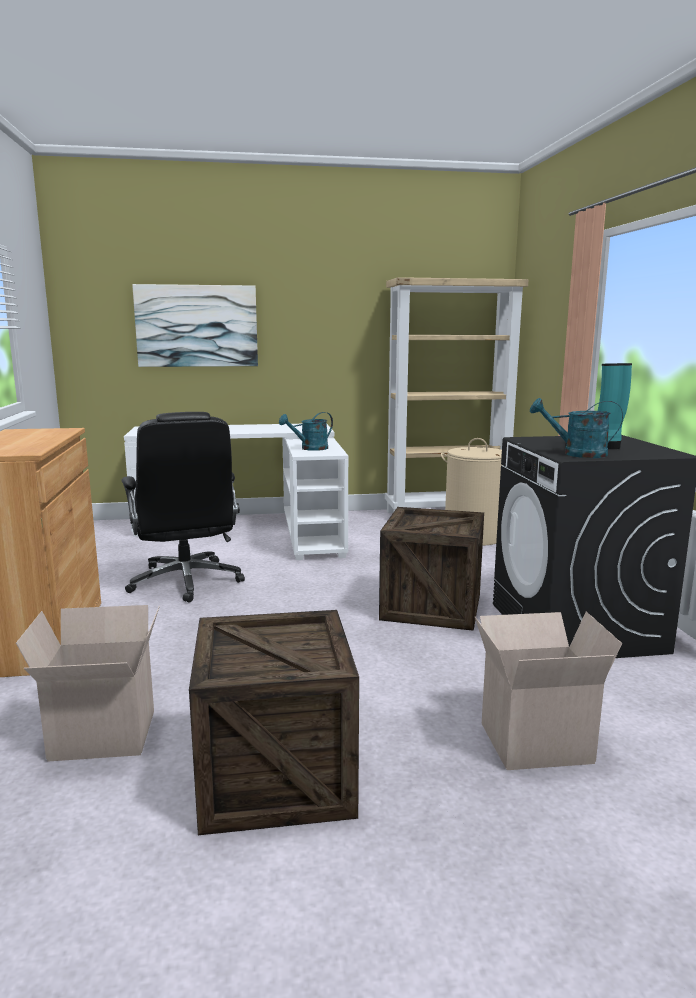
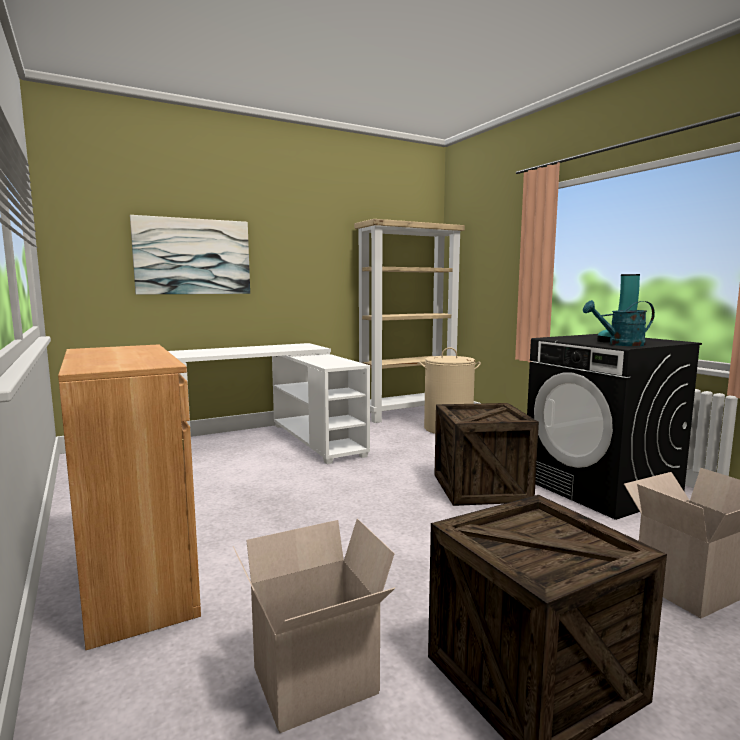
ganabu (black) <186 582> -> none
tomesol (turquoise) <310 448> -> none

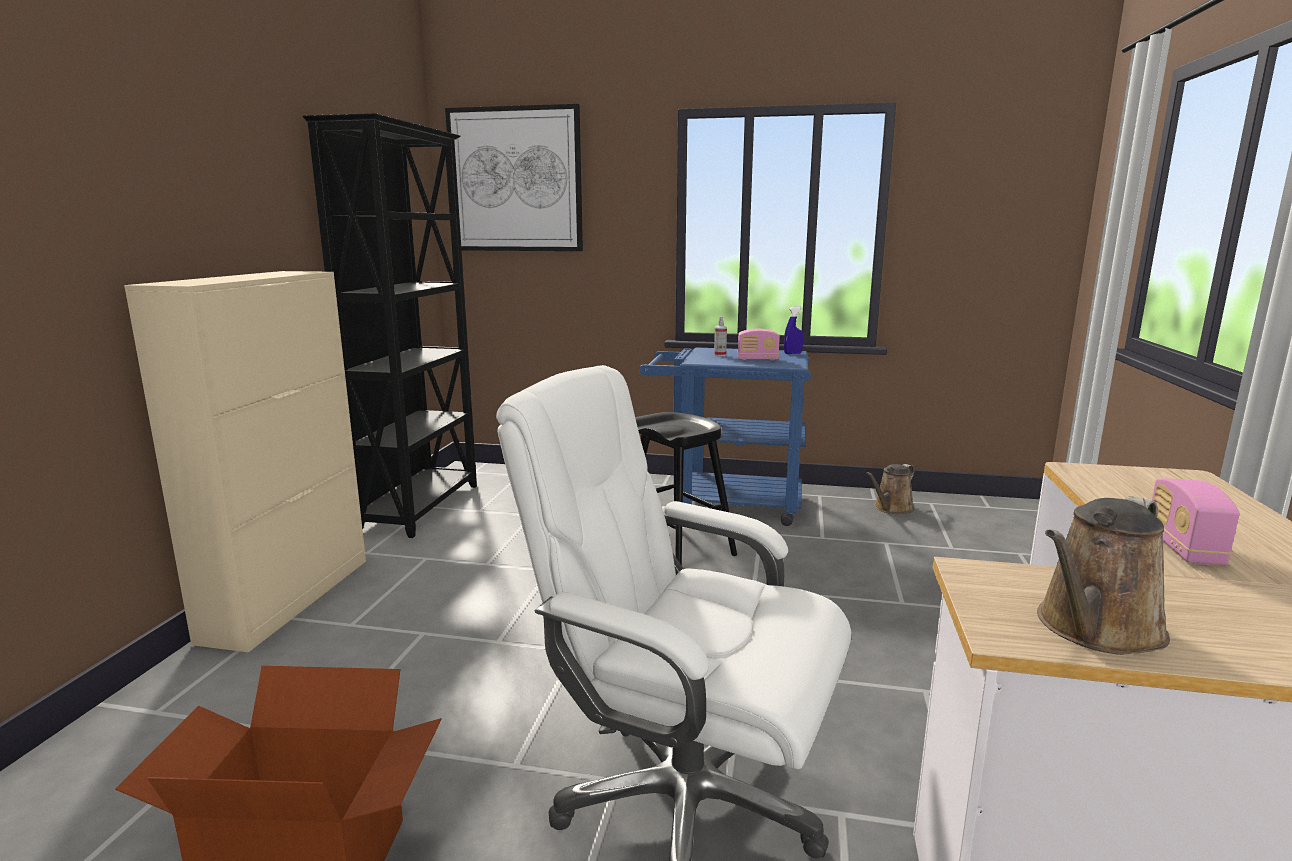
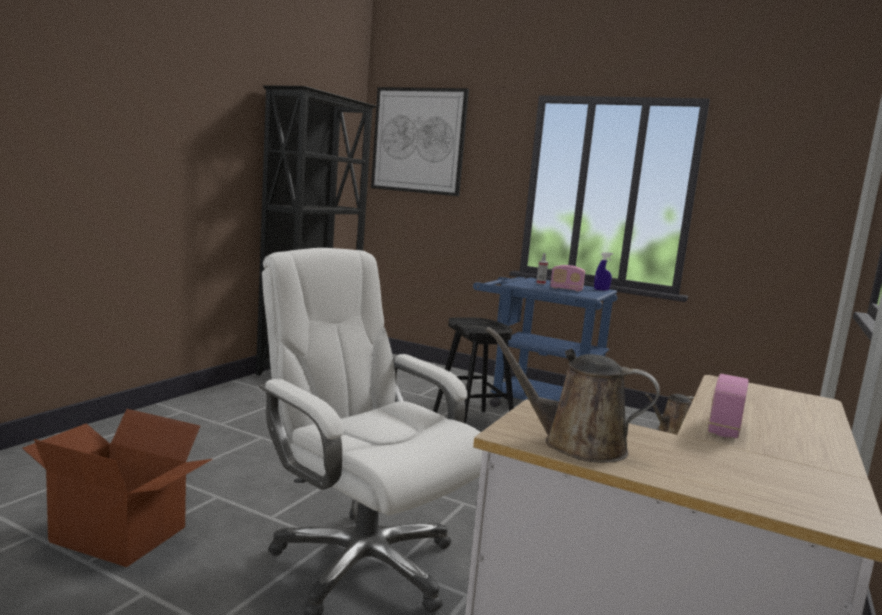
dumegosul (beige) <289 598> -> none
tomesol (brown) <1095 630> -> tomesol (brown) <575 444>, 45 degrees clockwise

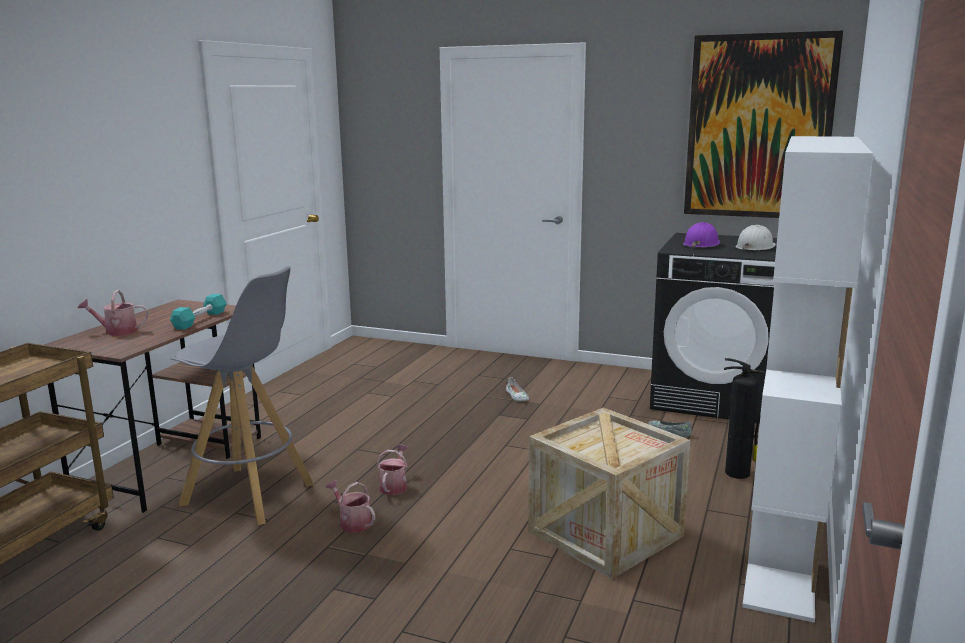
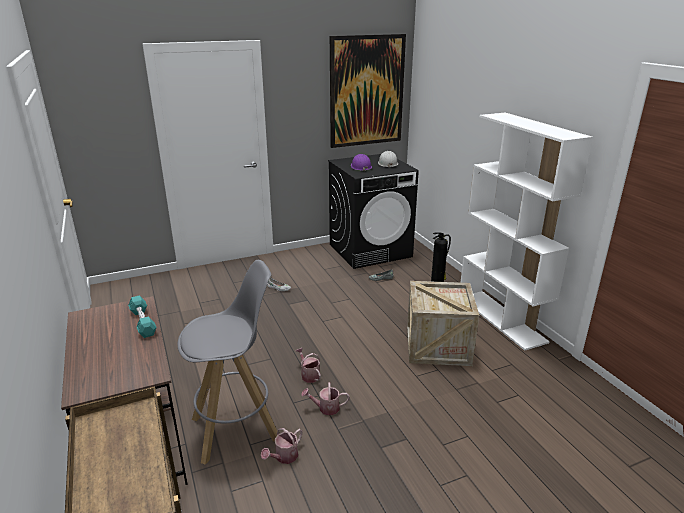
tomesol <117 331> -> tomesol <284 457>, shifted

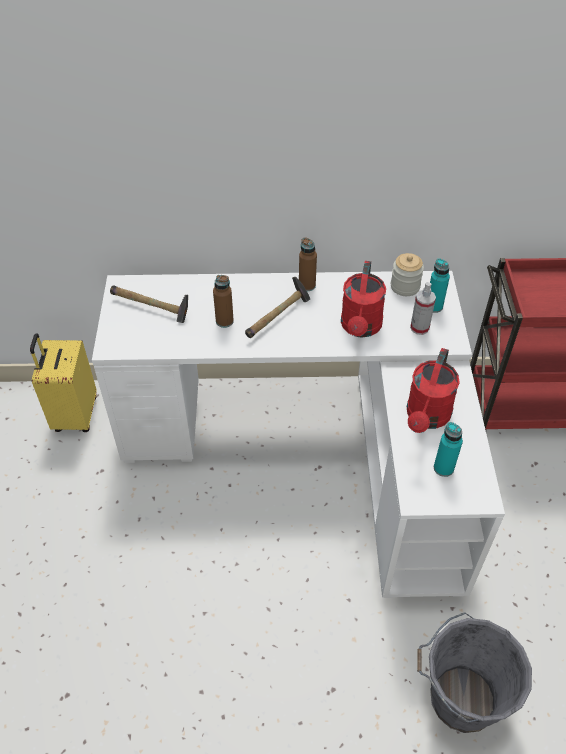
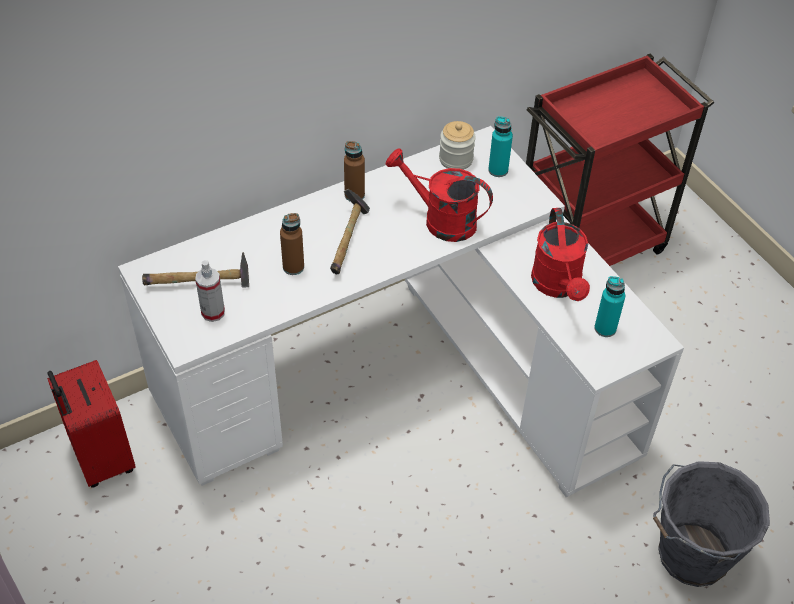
tomesol (red) <360 328> -> tomesol (red) <441 220>, 135 degrees clockwise
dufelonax <419 328> -> dufelonax <213 312>, shifted
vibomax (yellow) <74 415> -> vibomax (red) <101 459>

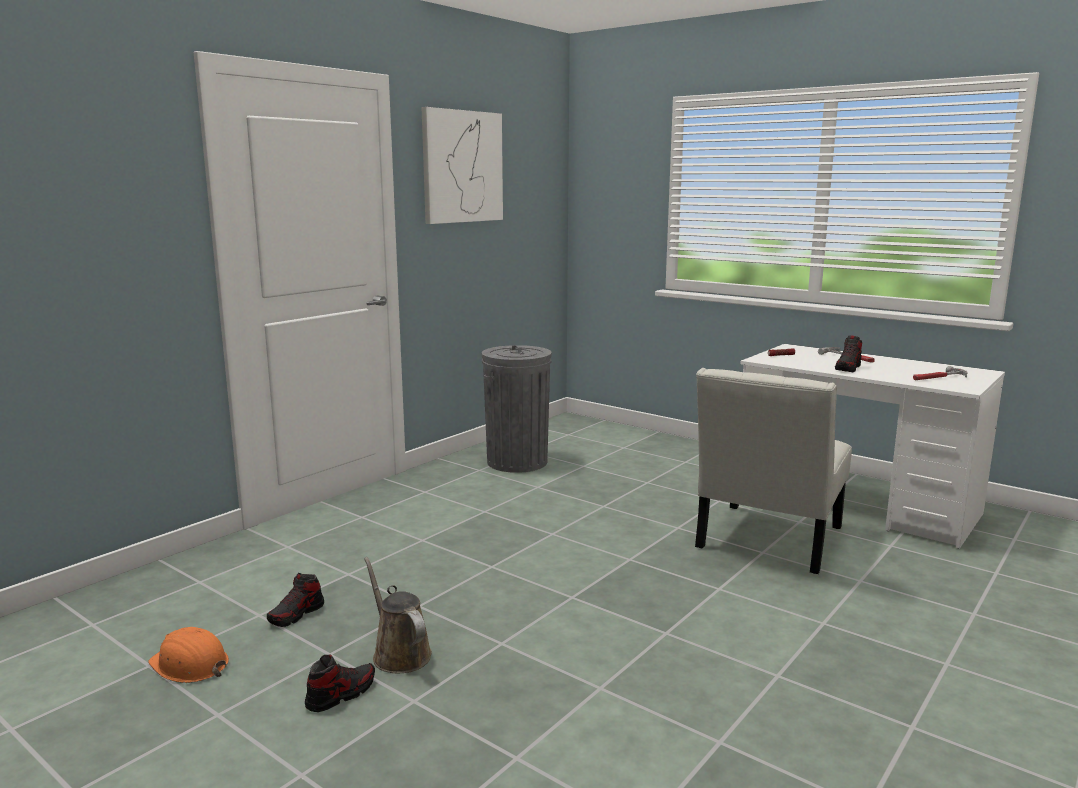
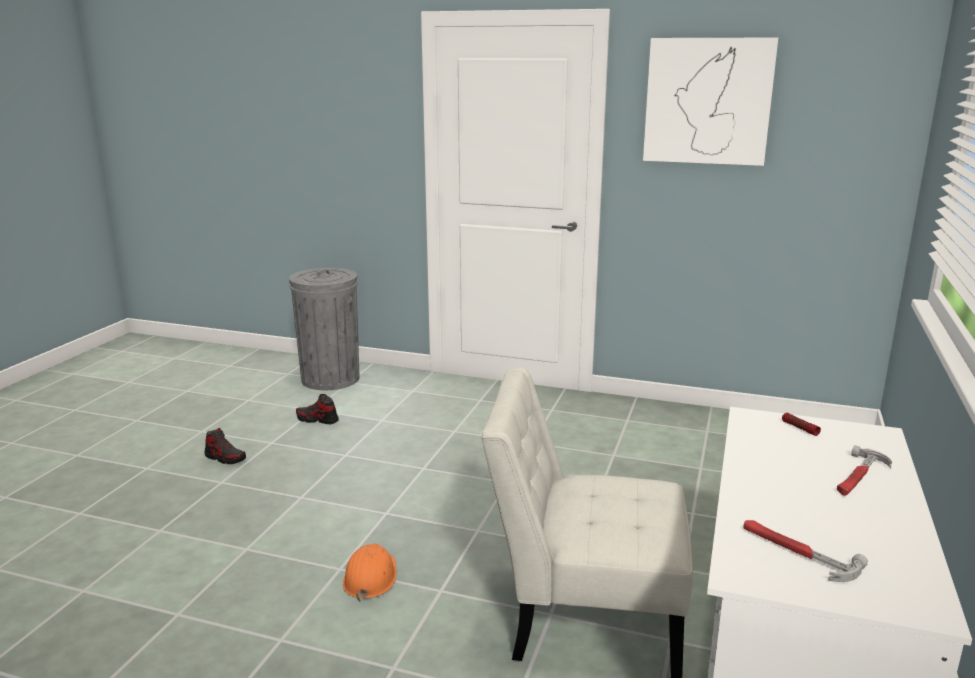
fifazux <848 368> -> none
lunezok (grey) <517 462> -> lunezok (grey) <330 379>, shifted
tomesol (brown) <399 653> -> none
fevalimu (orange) <189 665> -> fevalimu (orange) <370 578>, shifted

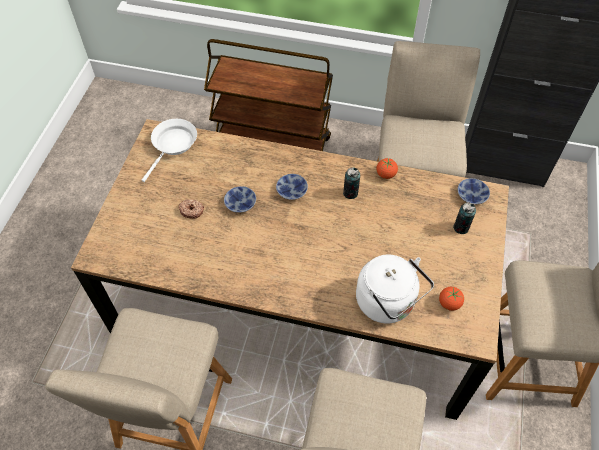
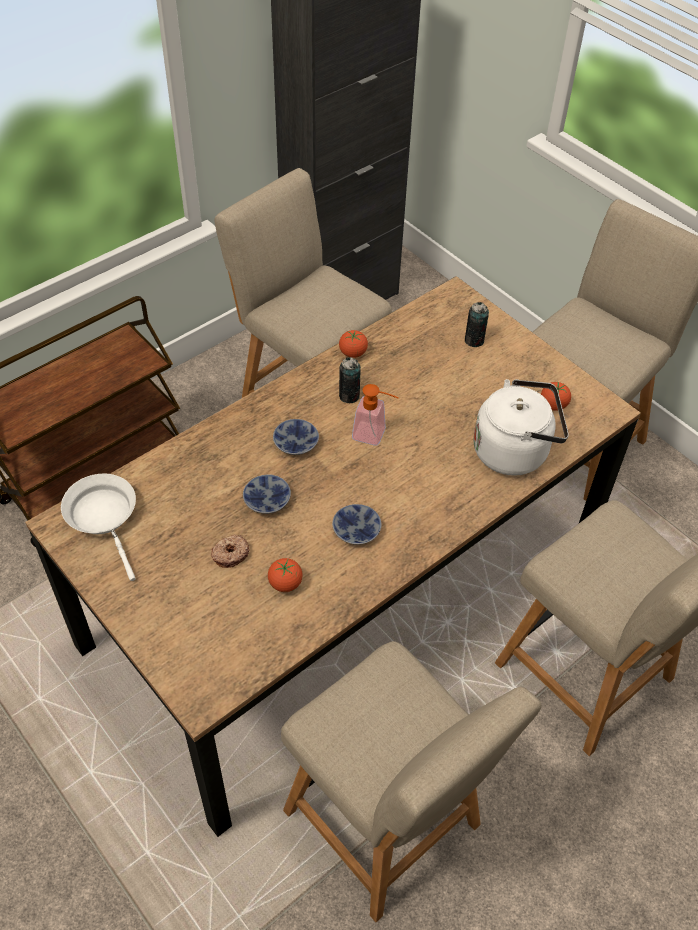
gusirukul <470 195> -> gusirukul <355 531>, shifted
none -> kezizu <374 435>
none -> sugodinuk <285 583>

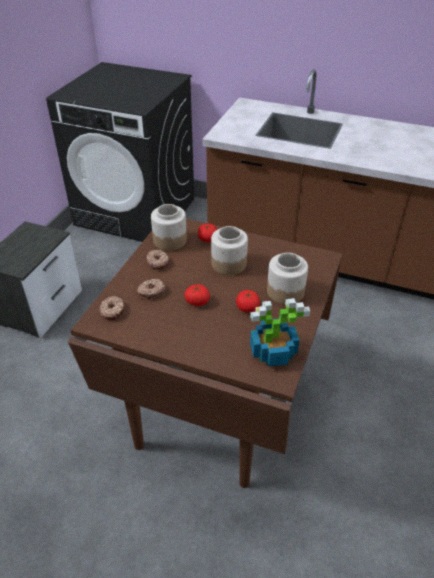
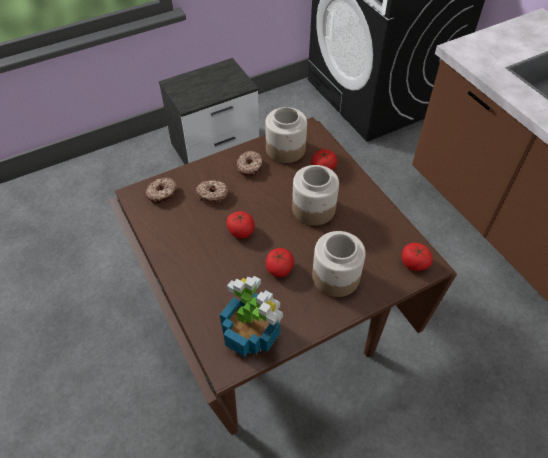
none -> sugodinuk <414 263>

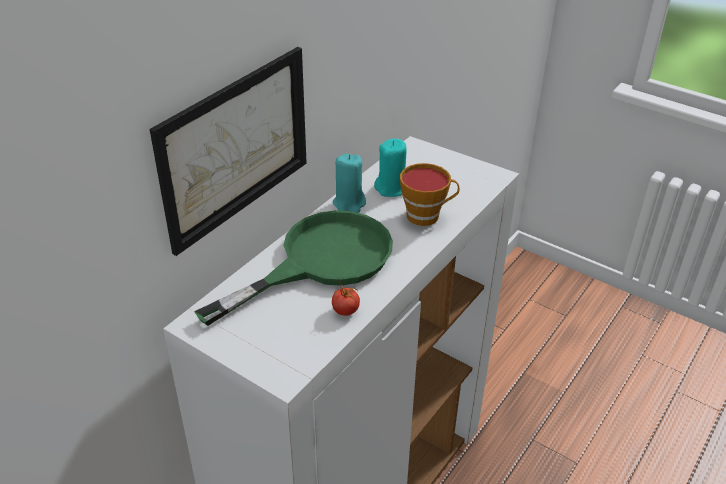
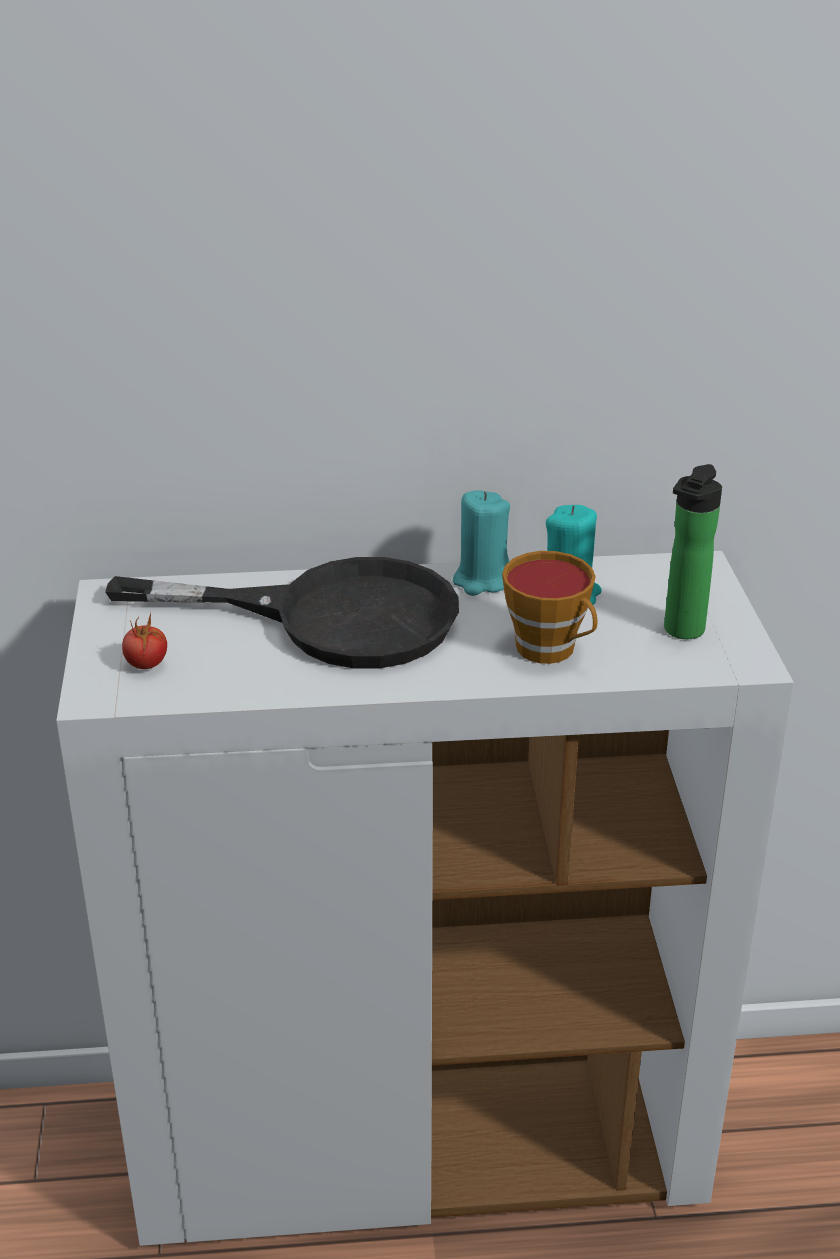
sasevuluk <236 147> -> none
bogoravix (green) <320 261> -> bogoravix (black) <332 617>
sugodinuk <345 311> -> sugodinuk <146 664>, shifted
none -> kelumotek <681 632>

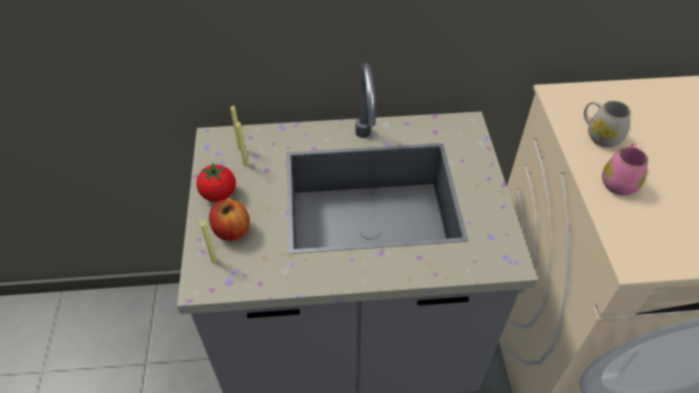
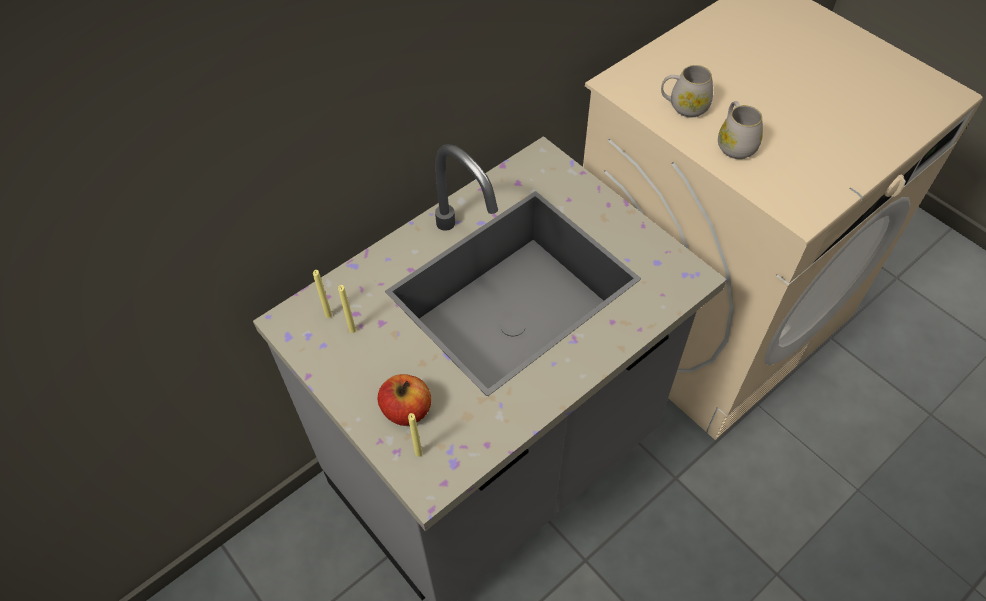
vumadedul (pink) <619 180> -> vumadedul (white) <734 144>
sugodinuk <219 194> -> none

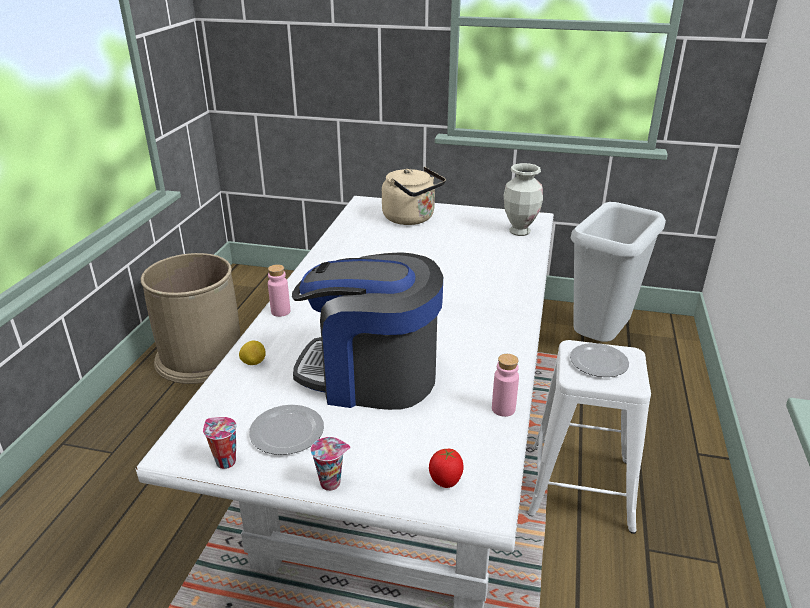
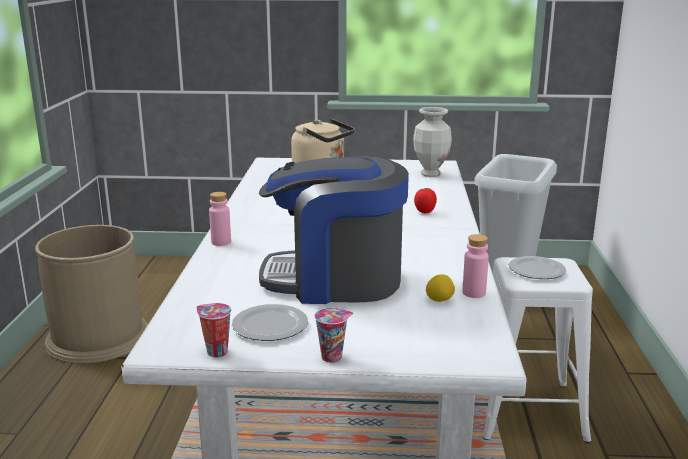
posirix <253 363> -> posirix <439 300>, shifted
sugodinuk <445 482> -> sugodinuk <425 212>, shifted

